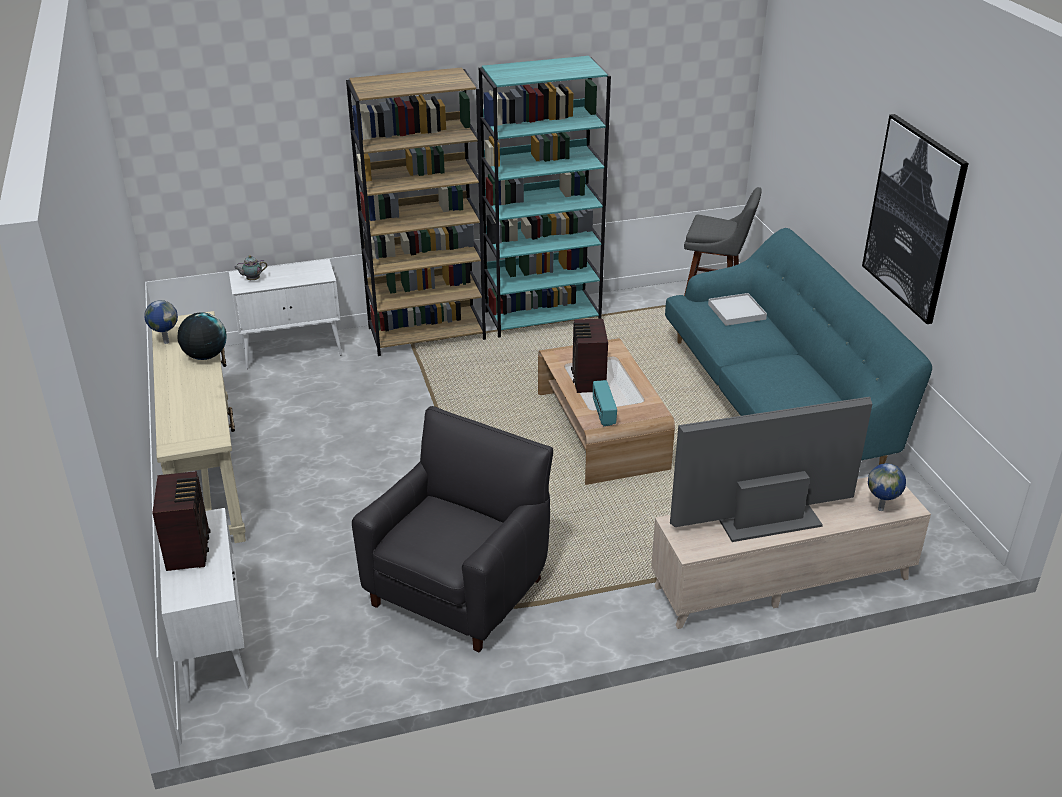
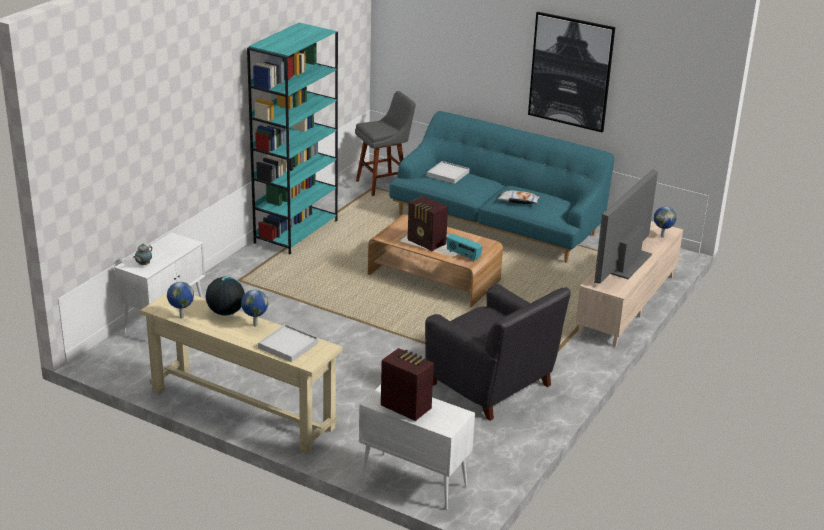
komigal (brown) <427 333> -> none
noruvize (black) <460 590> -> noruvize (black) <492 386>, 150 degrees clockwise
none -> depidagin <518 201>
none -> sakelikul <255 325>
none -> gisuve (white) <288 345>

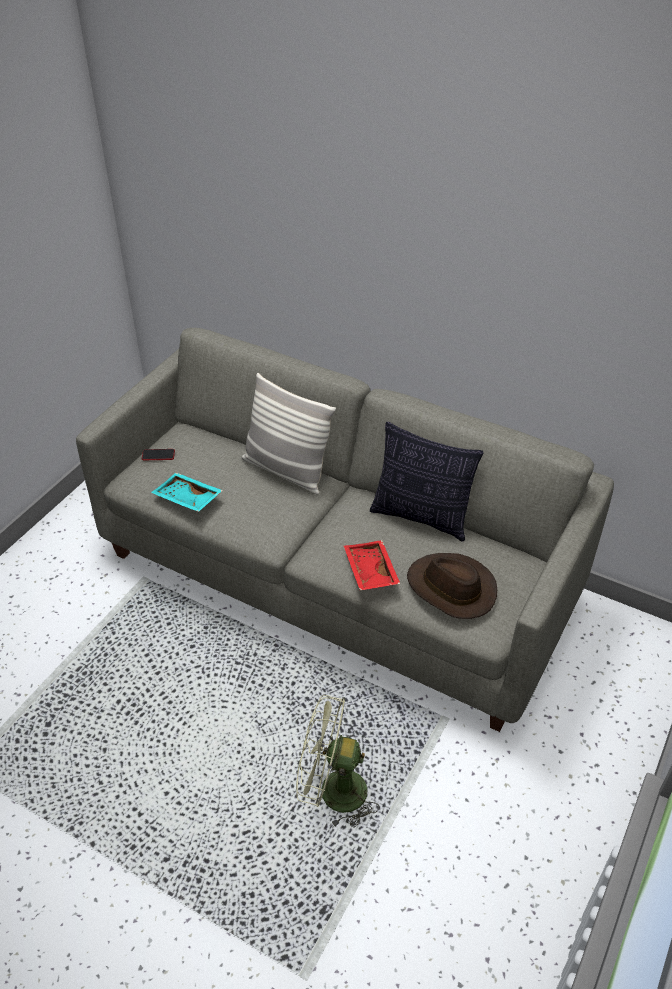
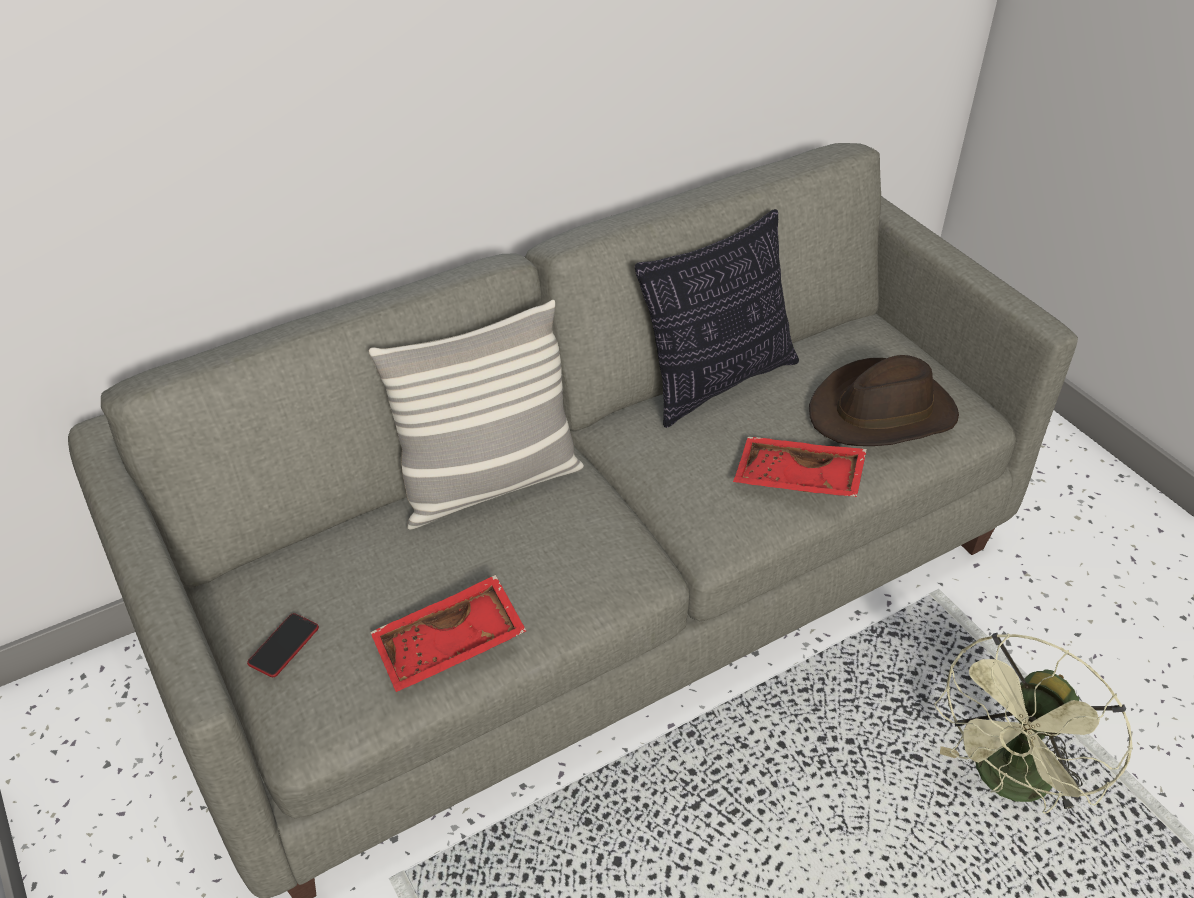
gisuve (turquoise) <187 499> -> gisuve (red) <450 647>

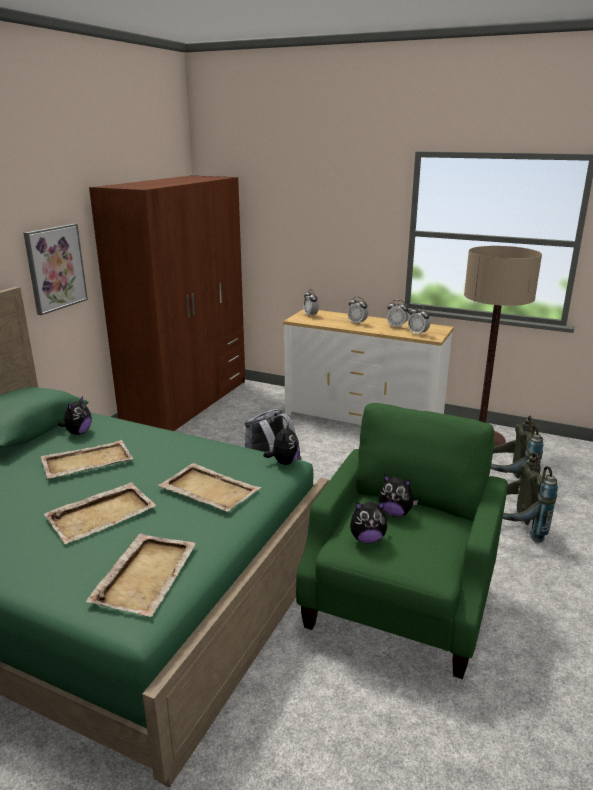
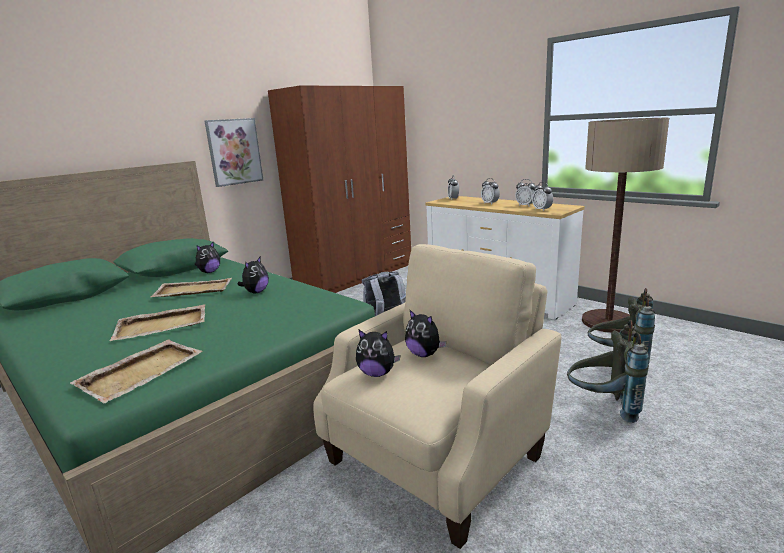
noruvize (green) <400 602> -> noruvize (beige) <438 456>
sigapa <284 462> -> sigapa <256 292>, shifted
gisuve (beige) <208 490> -> none

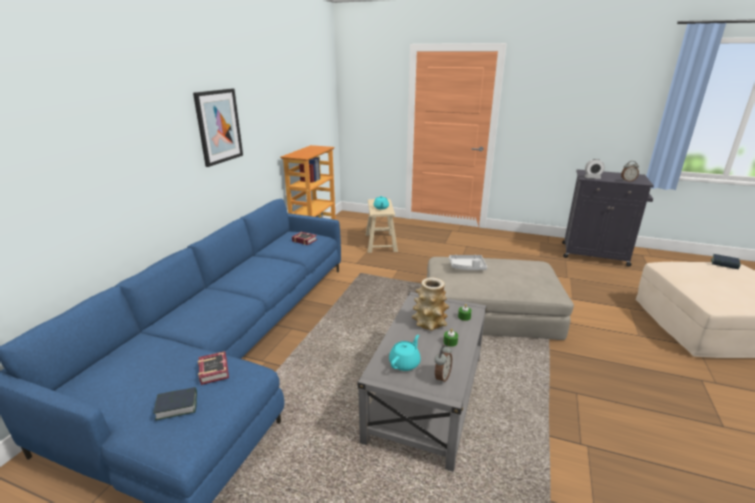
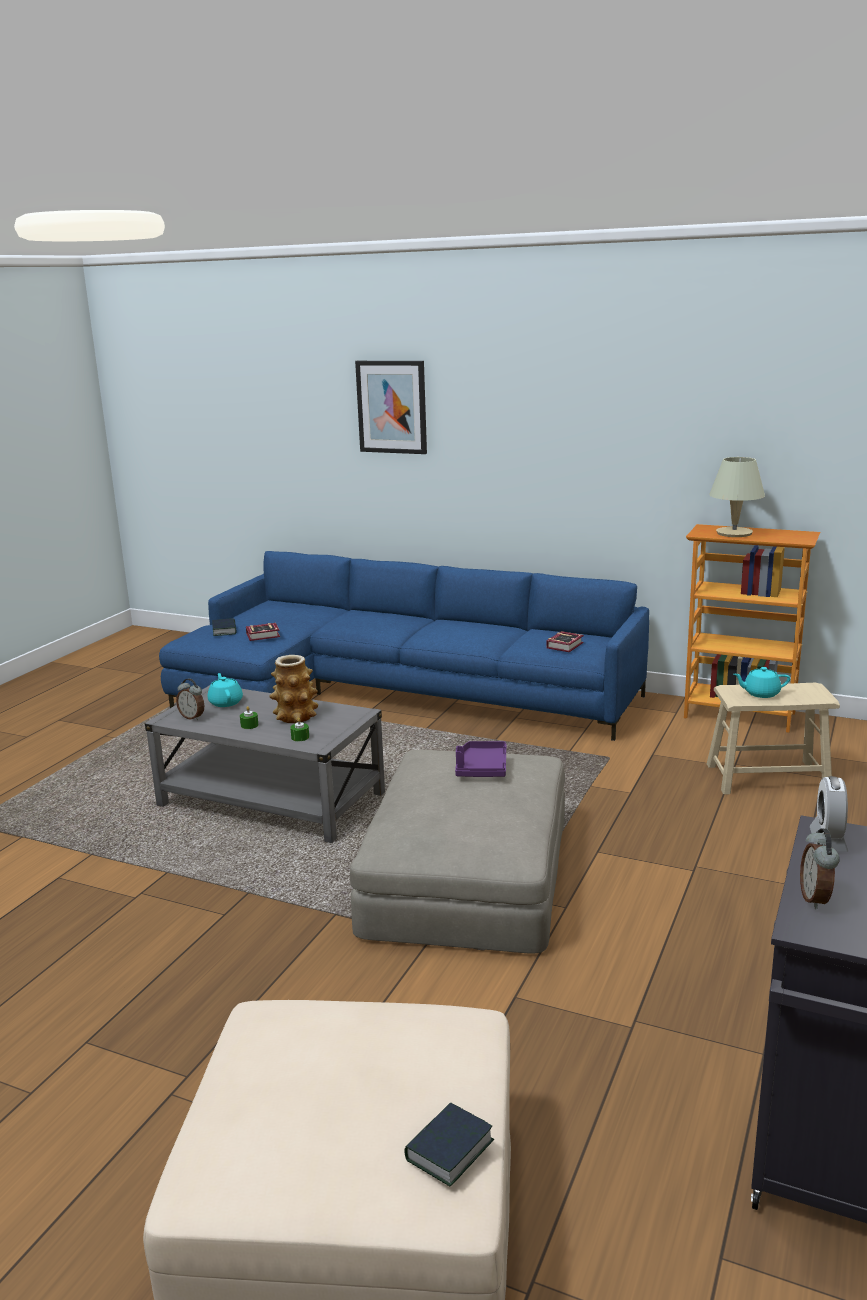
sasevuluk <218 126> -> sasevuluk <392 407>, shifted
gisuve (grey) <467 267> -> gisuve (purple) <481 768>
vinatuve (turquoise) <405 363> -> vinatuve (turquoise) <226 702>, 150 degrees counterclockwise
none -> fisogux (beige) <734 533>

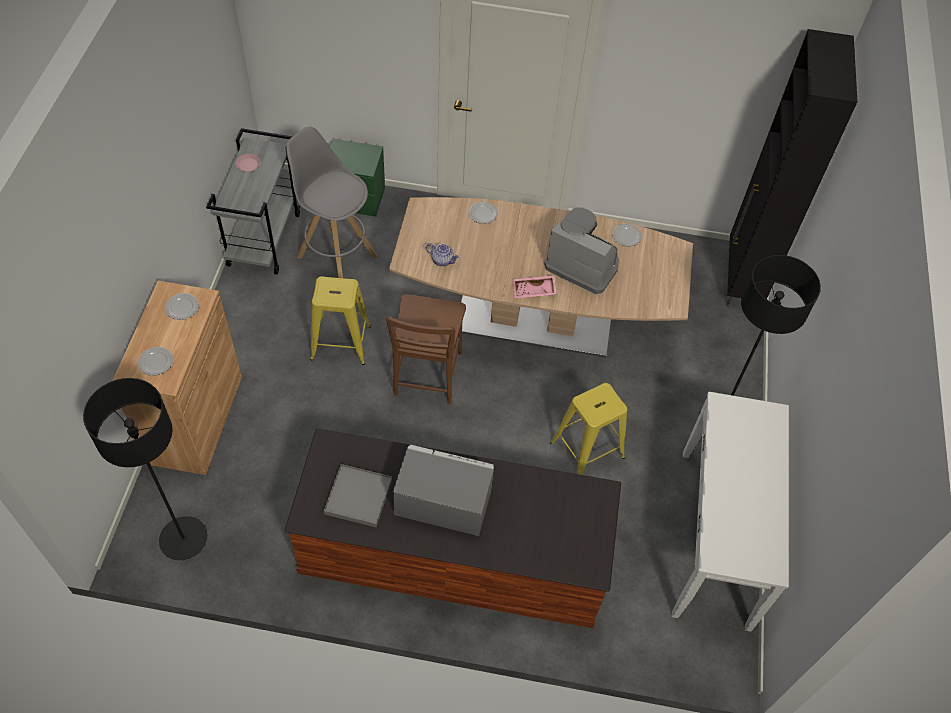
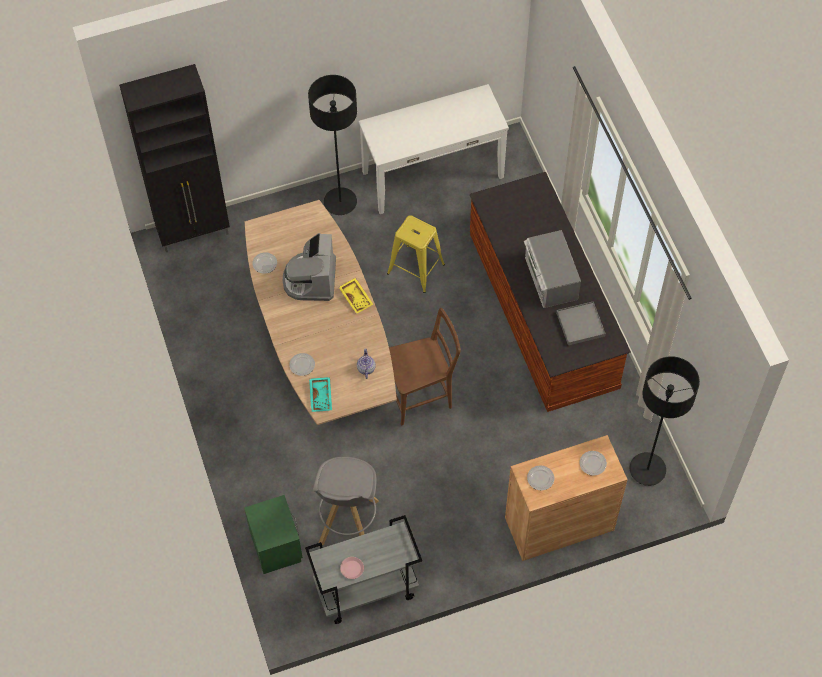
gisuve (pink) <534 291> -> gisuve (yellow) <356 298>
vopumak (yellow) <341 342> -> none
none -> gisuve (turquoise) <321 396>

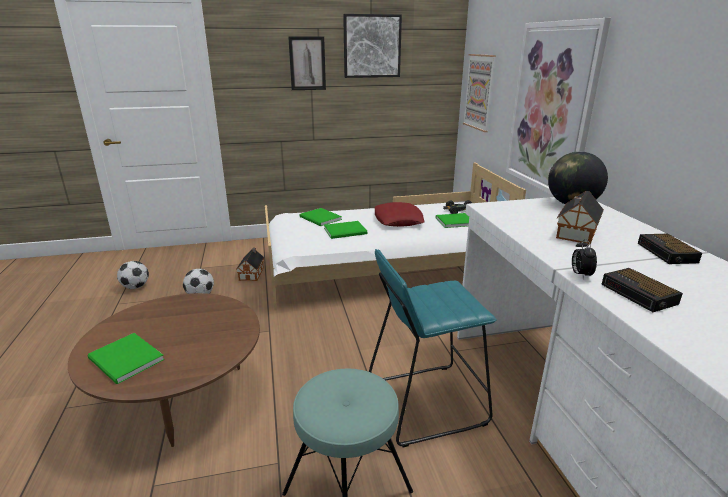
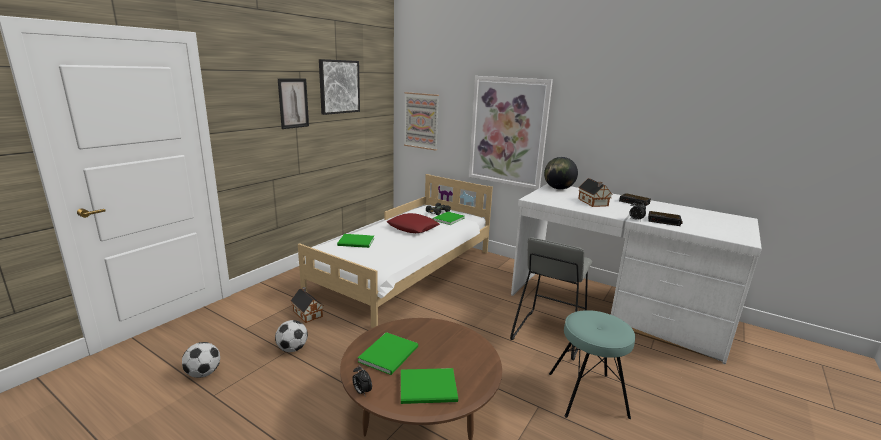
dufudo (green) <346 231> -> dufudo (green) <390 354>, shifted
vopumak (turquoise) <425 402> -> vopumak (grey) <548 334>
none -> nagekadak <362 391>

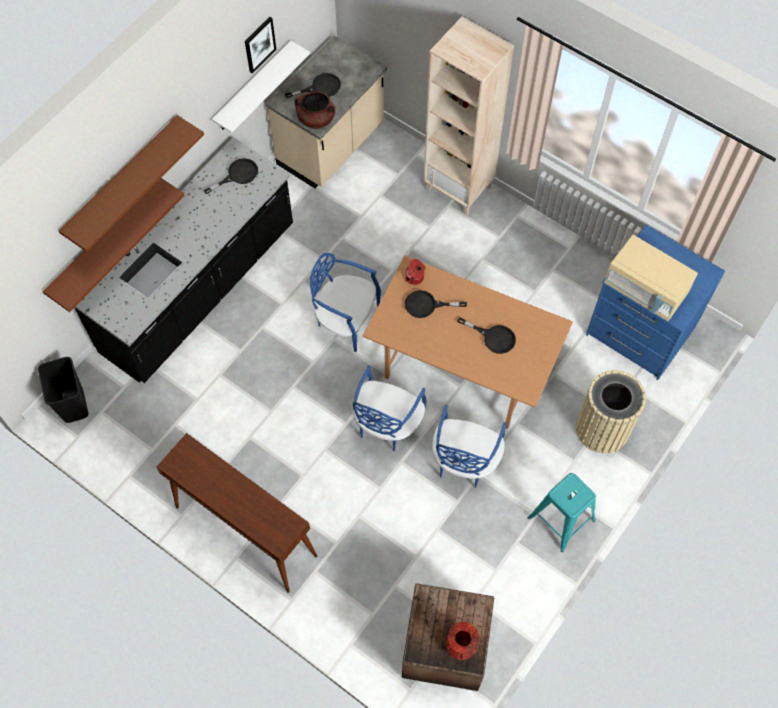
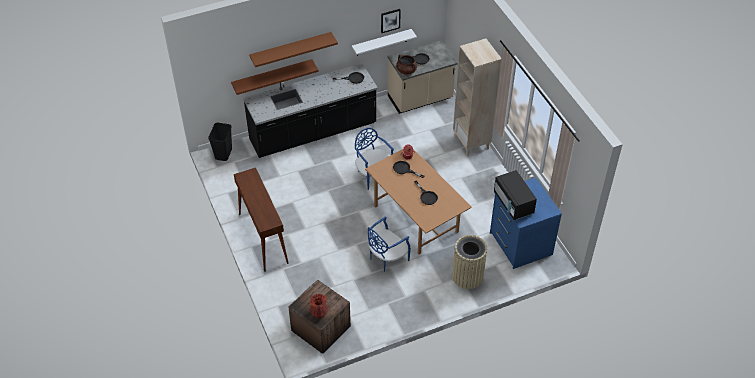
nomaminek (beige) <645 290> -> nomaminek (black) <513 203>
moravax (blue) <386 424> -> none
vopumak (turquoise) <561 520> -> none

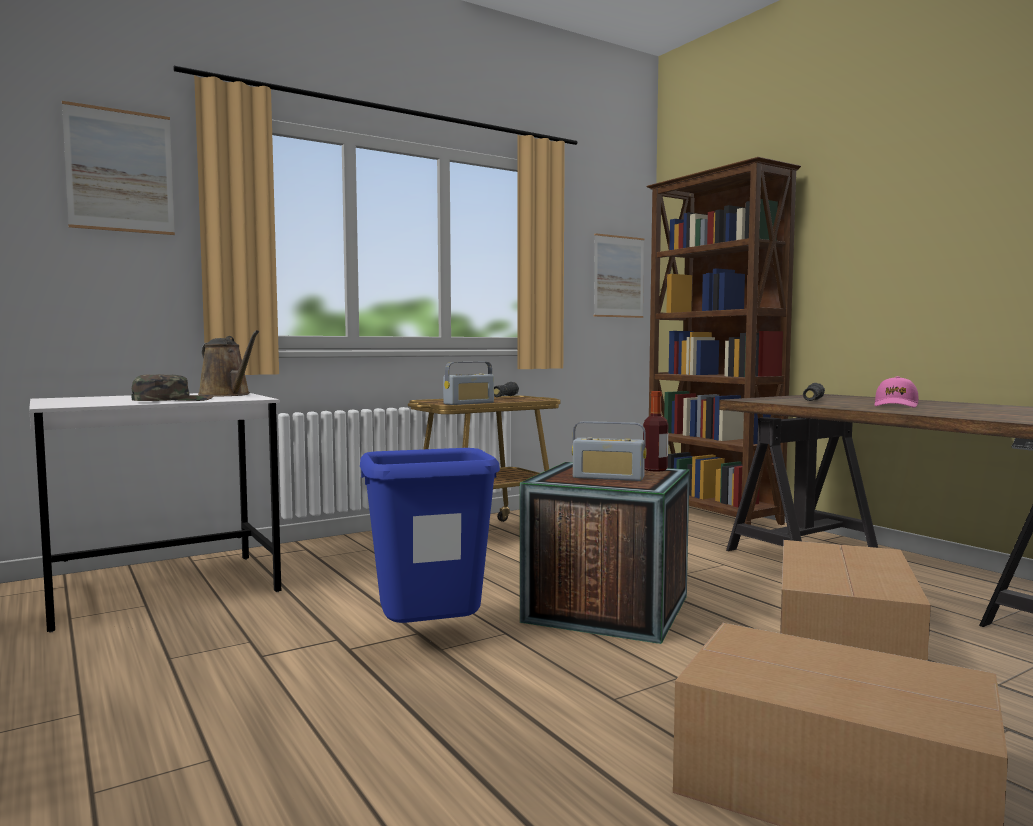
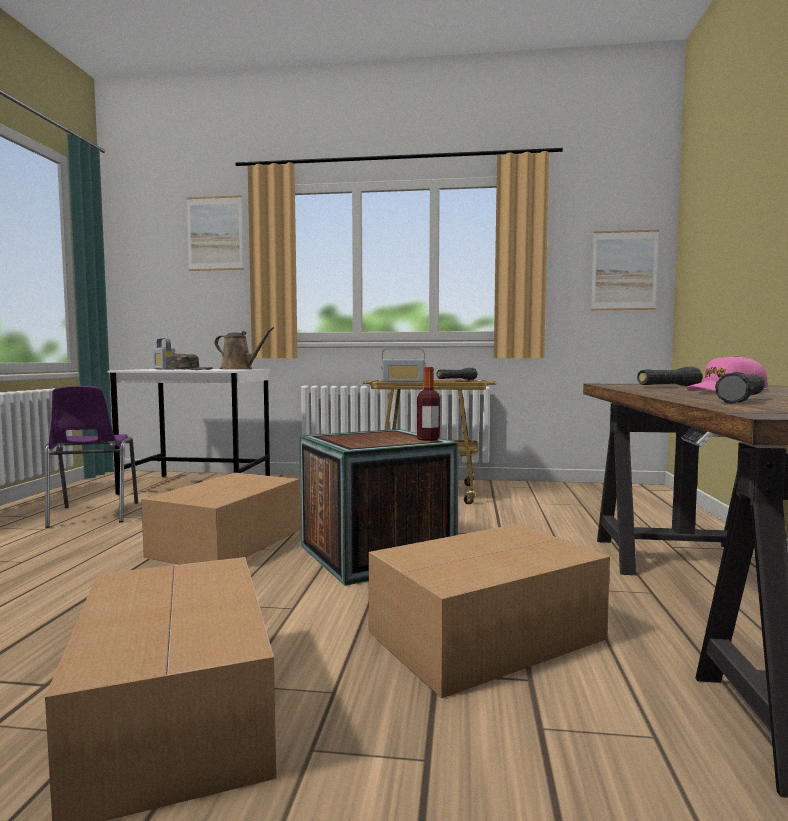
komigal (brown) <712 515> -> none
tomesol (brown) <227 395> -> tomesol (brown) <239 369>, 60 degrees counterclockwise
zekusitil <608 477> -> zekusitil <164 369>, shifted
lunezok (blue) <431 641> -> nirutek <230 542>
none -> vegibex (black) <742 400>
none -> moravax (purple) <92 515>

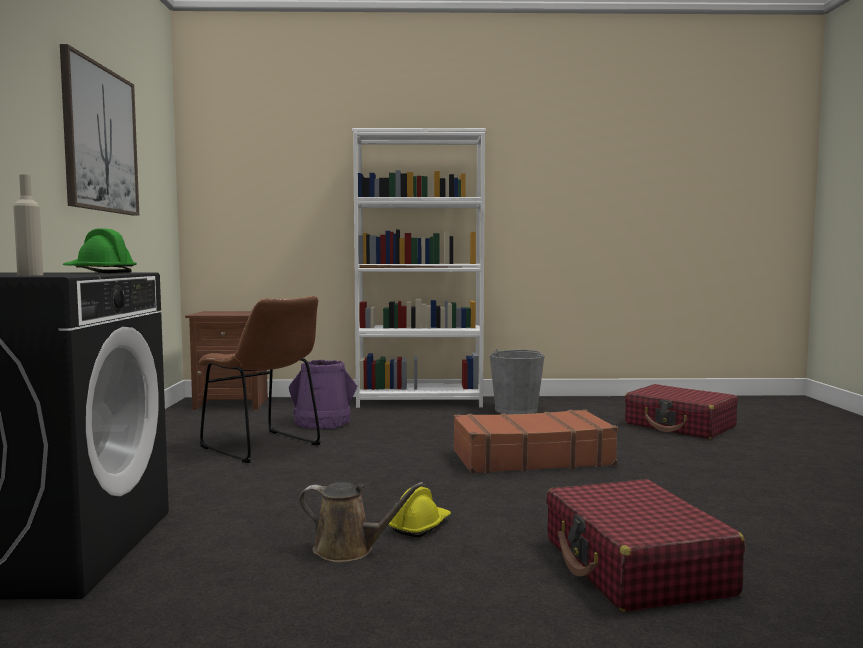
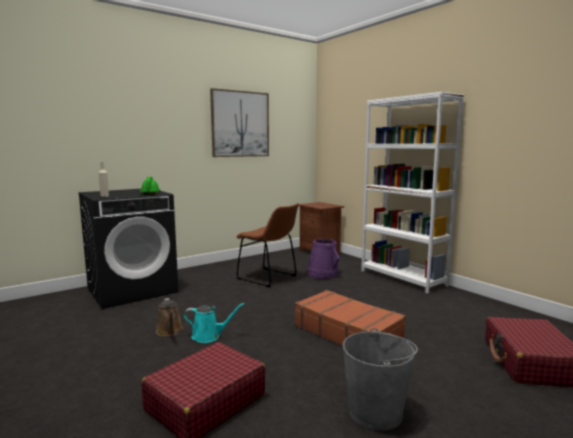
moravax (brown) <264 448> -> moravax (brown) <269 278>, 60 degrees counterclockwise
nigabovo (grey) <516 410> -> nigabovo (grey) <375 412>, shifted
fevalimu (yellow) <420 526> -> tomesol (turquoise) <209 336>

